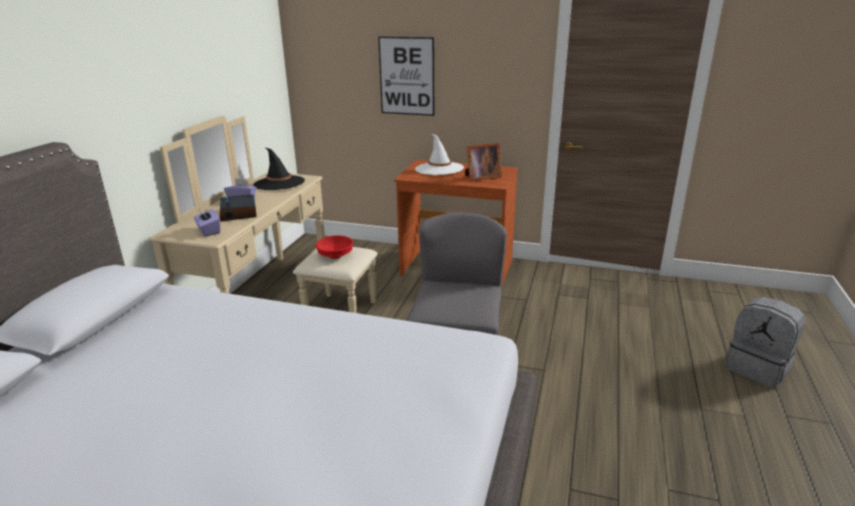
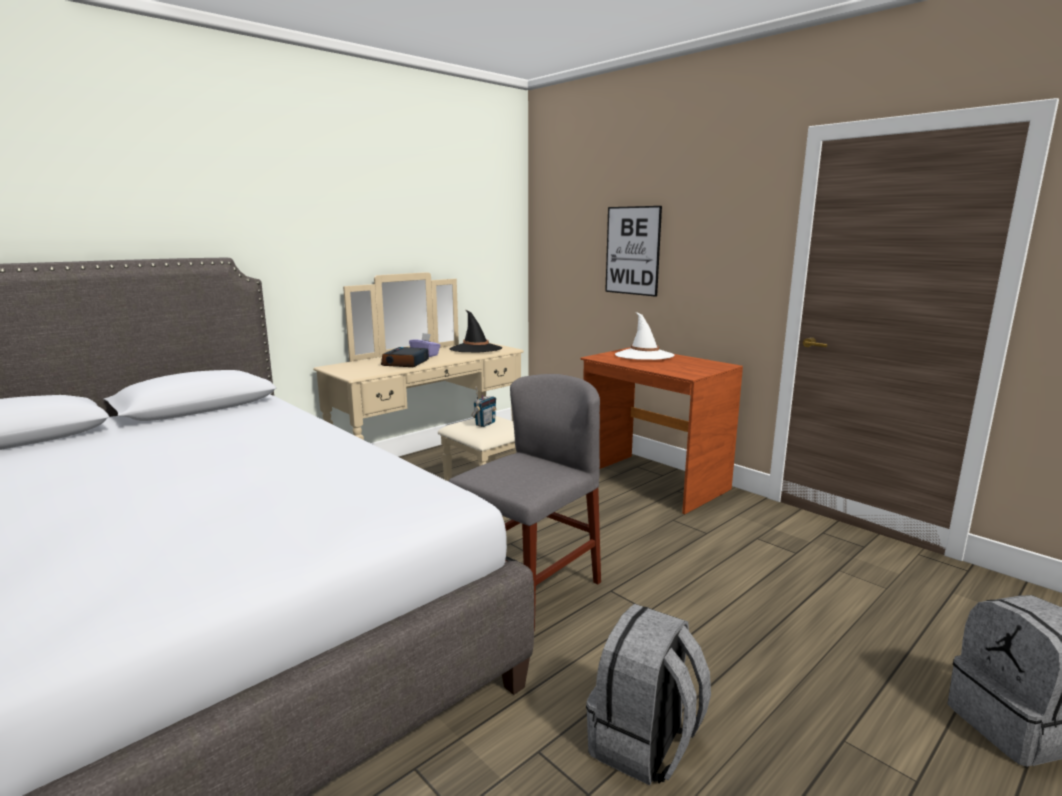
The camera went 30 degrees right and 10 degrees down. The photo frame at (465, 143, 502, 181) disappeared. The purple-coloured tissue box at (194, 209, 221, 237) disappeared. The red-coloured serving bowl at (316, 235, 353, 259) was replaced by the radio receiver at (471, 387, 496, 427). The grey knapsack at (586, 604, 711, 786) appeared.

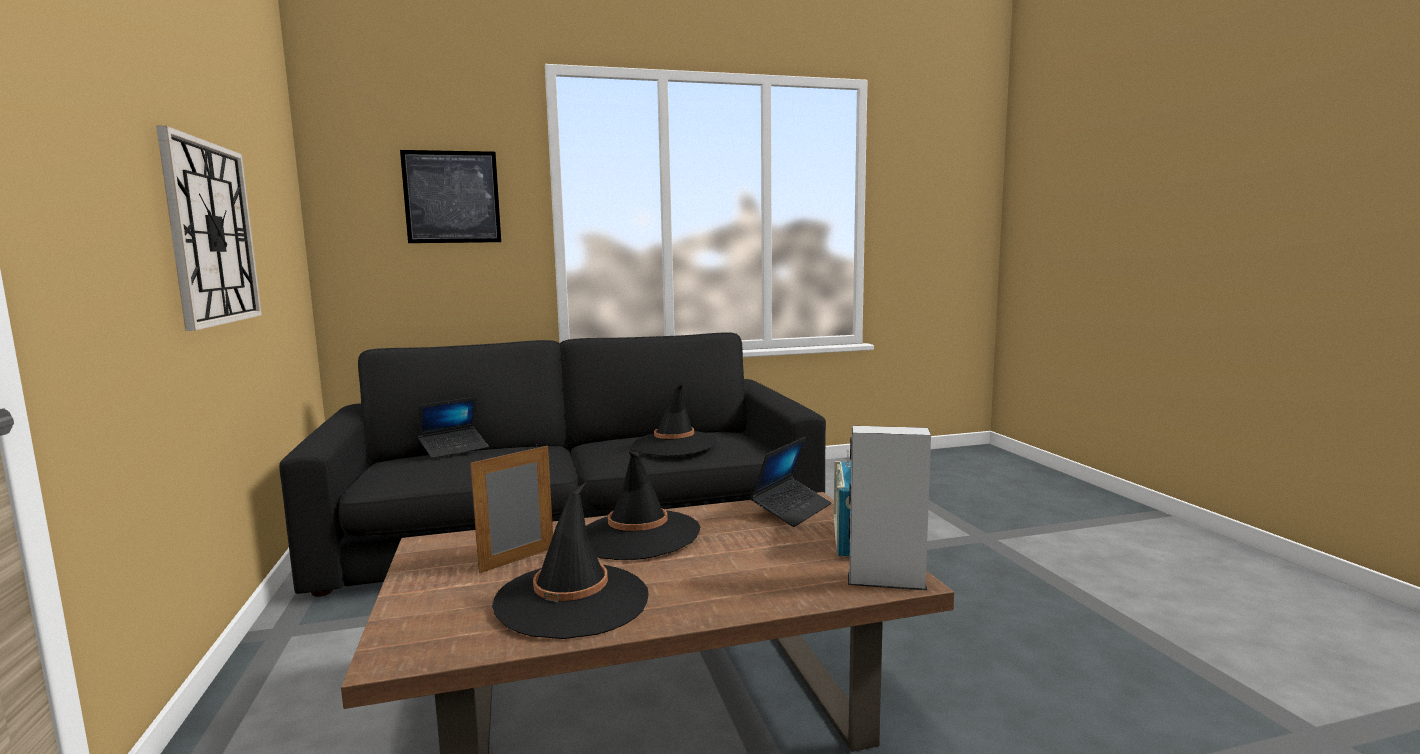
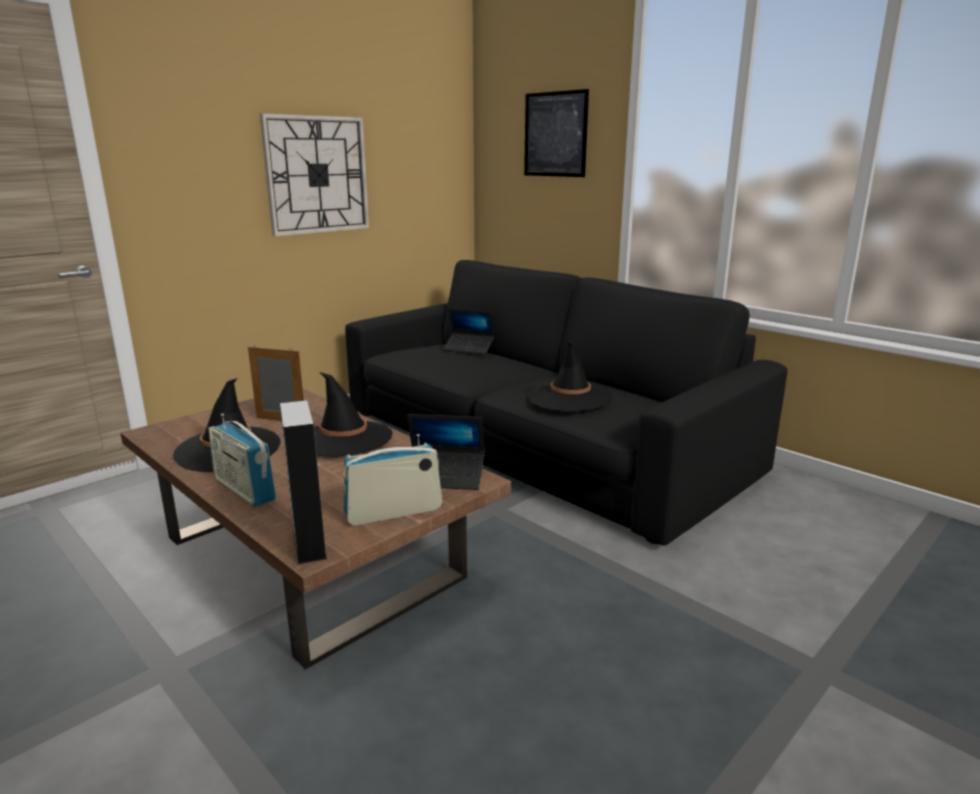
The camera went 60 degrees right and 10 degrees up. The radio receiver at (208, 413, 276, 507) appeared.

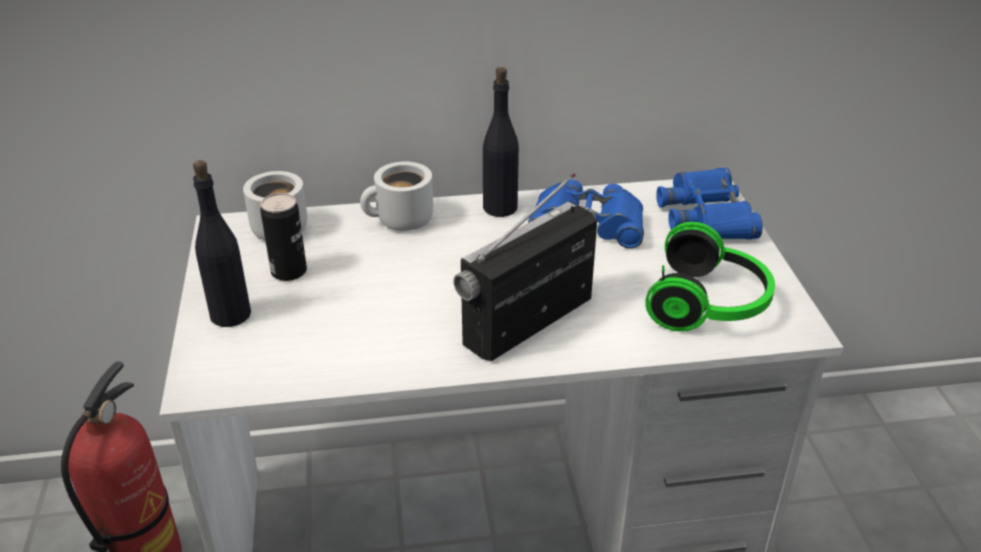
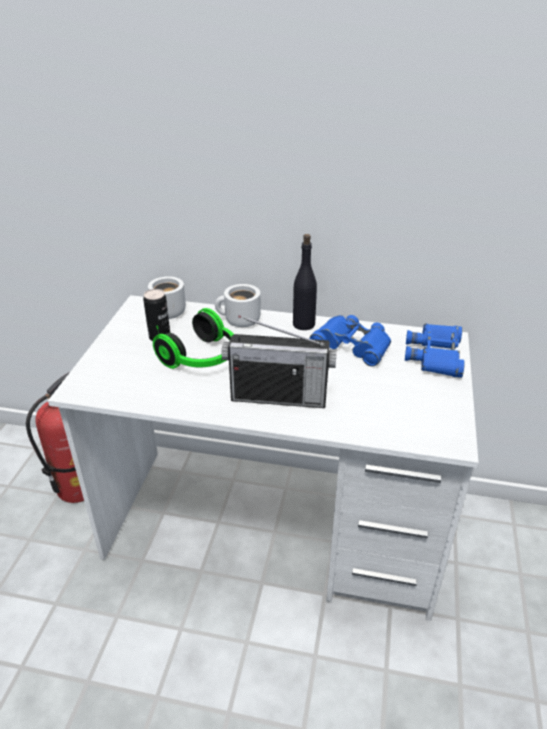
The camera went 20 degrees right and 0 degrees up. The black-coloured beverage bottle at (193, 160, 251, 327) disappeared. The radio receiver at (453, 173, 597, 361) turned 150 degrees counterclockwise. The pair of headphones moved from (645, 222, 775, 332) to (153, 308, 234, 369).

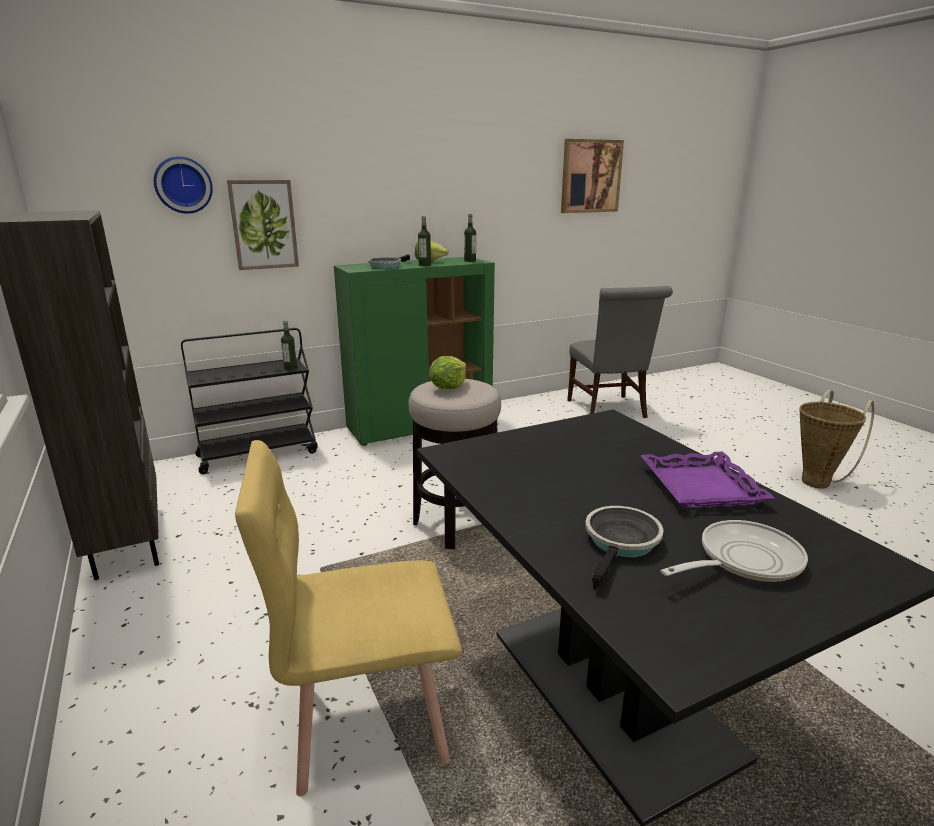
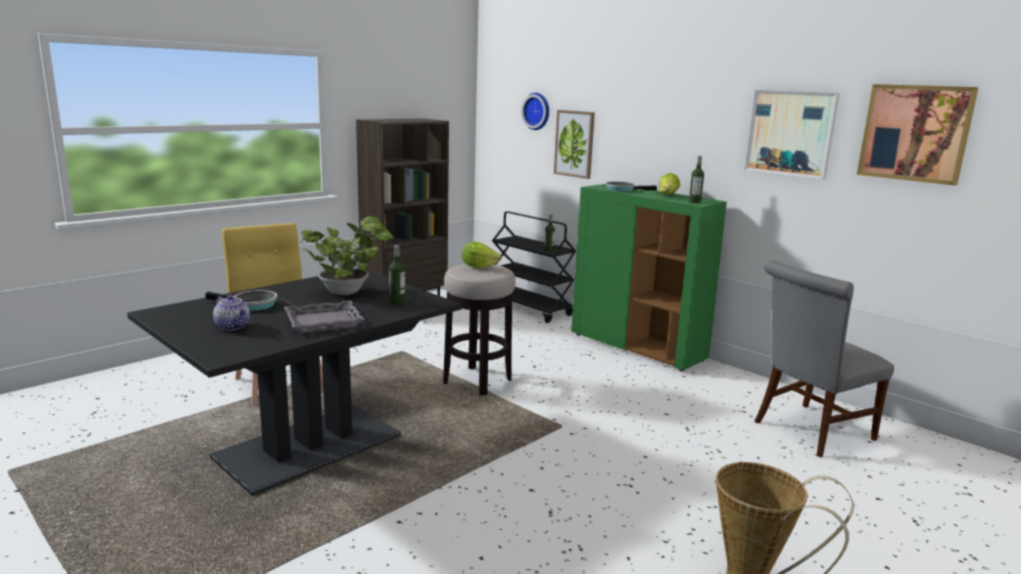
The camera went 70 degrees right and 5 degrees down. The beverage bottle moved from (418, 216, 431, 266) to (389, 245, 405, 305). The purple-coloured tray at (641, 451, 775, 508) became the grey tray at (284, 300, 365, 333). The frying pan at (661, 520, 808, 582) was replaced by the pot for tea at (213, 295, 250, 331). The picture at (745, 90, 840, 180) appeared. The plant in a pot at (300, 216, 394, 295) appeared.

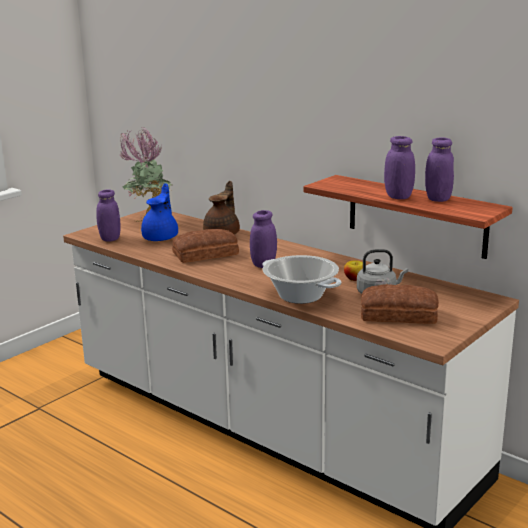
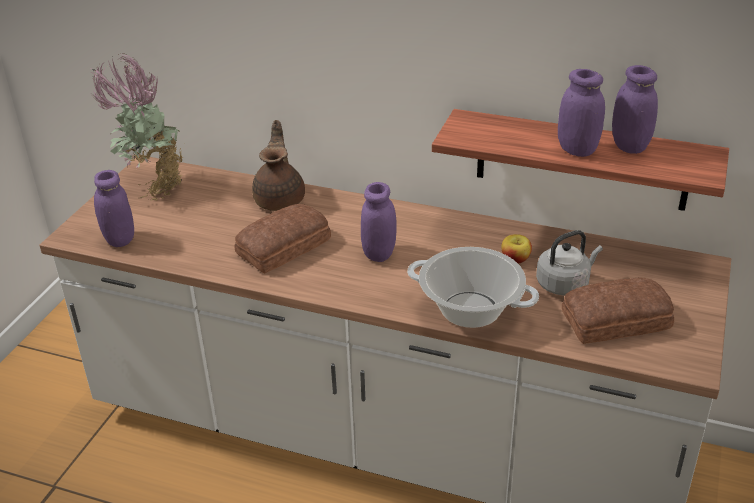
The camera went 20 degrees left and 15 degrees up. The bluish pot for tea at (141, 183, 178, 241) disappeared.

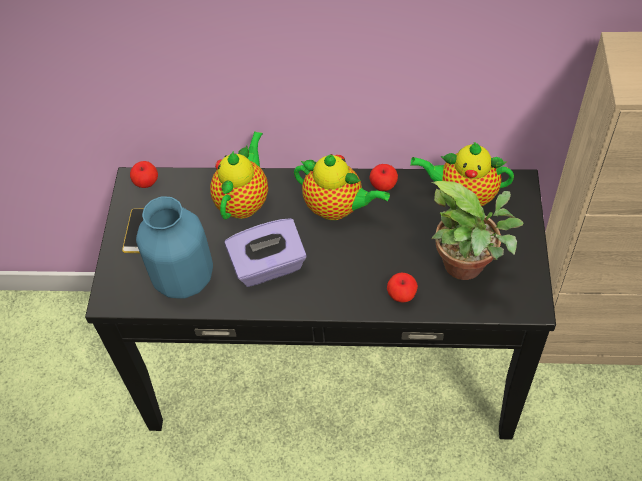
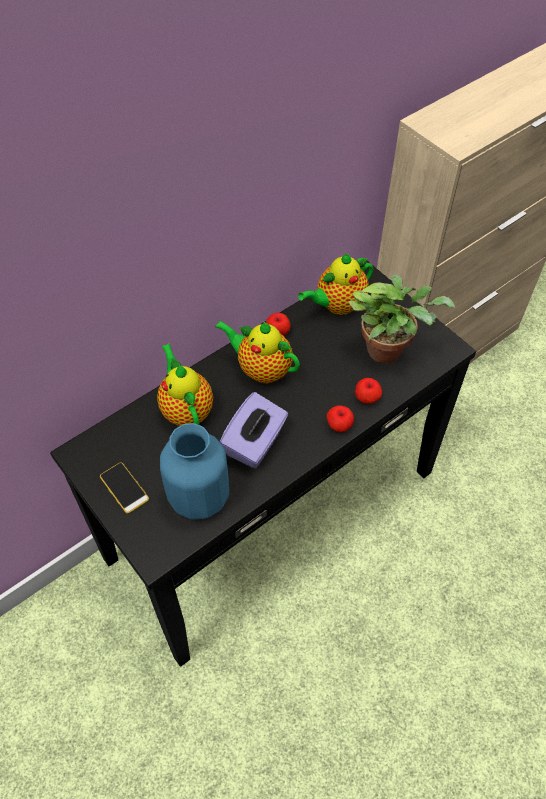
The camera went 45 degrees left and 0 degrees up. The pot for tea at (294, 154, 390, 220) turned 135 degrees counterclockwise. The whole apple moved from (130, 161, 158, 188) to (327, 405, 354, 432).

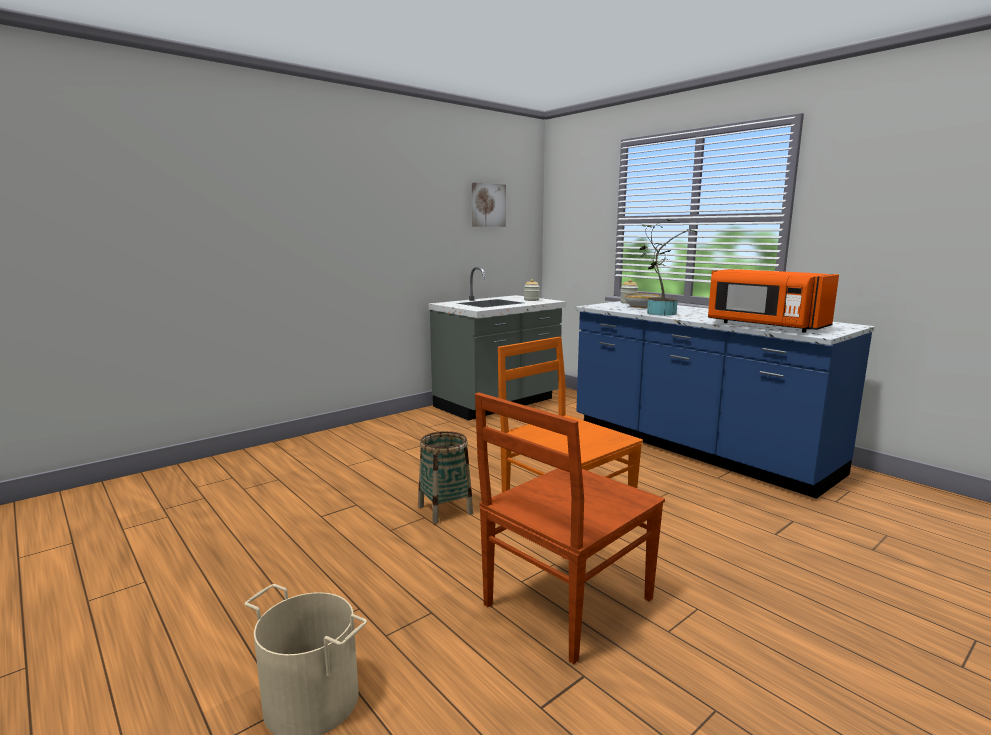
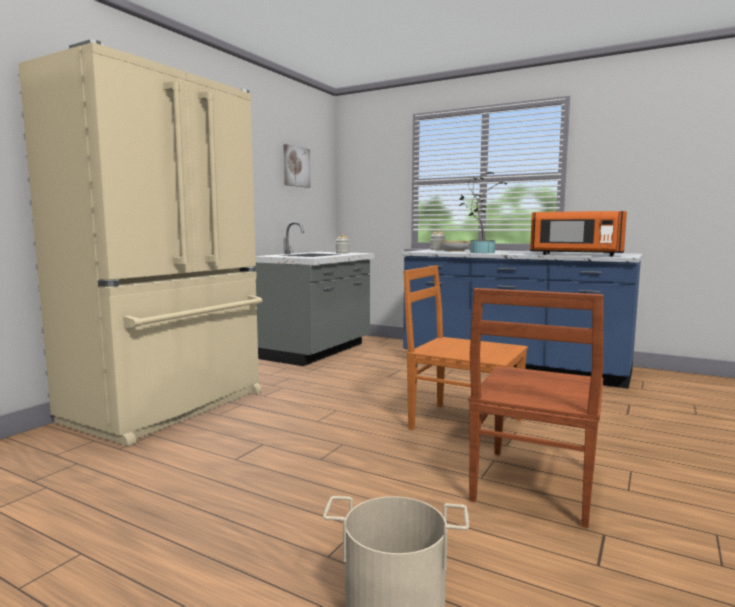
The camera went 20 degrees left and 5 degrees down. The household basket at (418, 431, 473, 524) disappeared. The beige-coloured refrigerator at (18, 39, 262, 446) appeared.

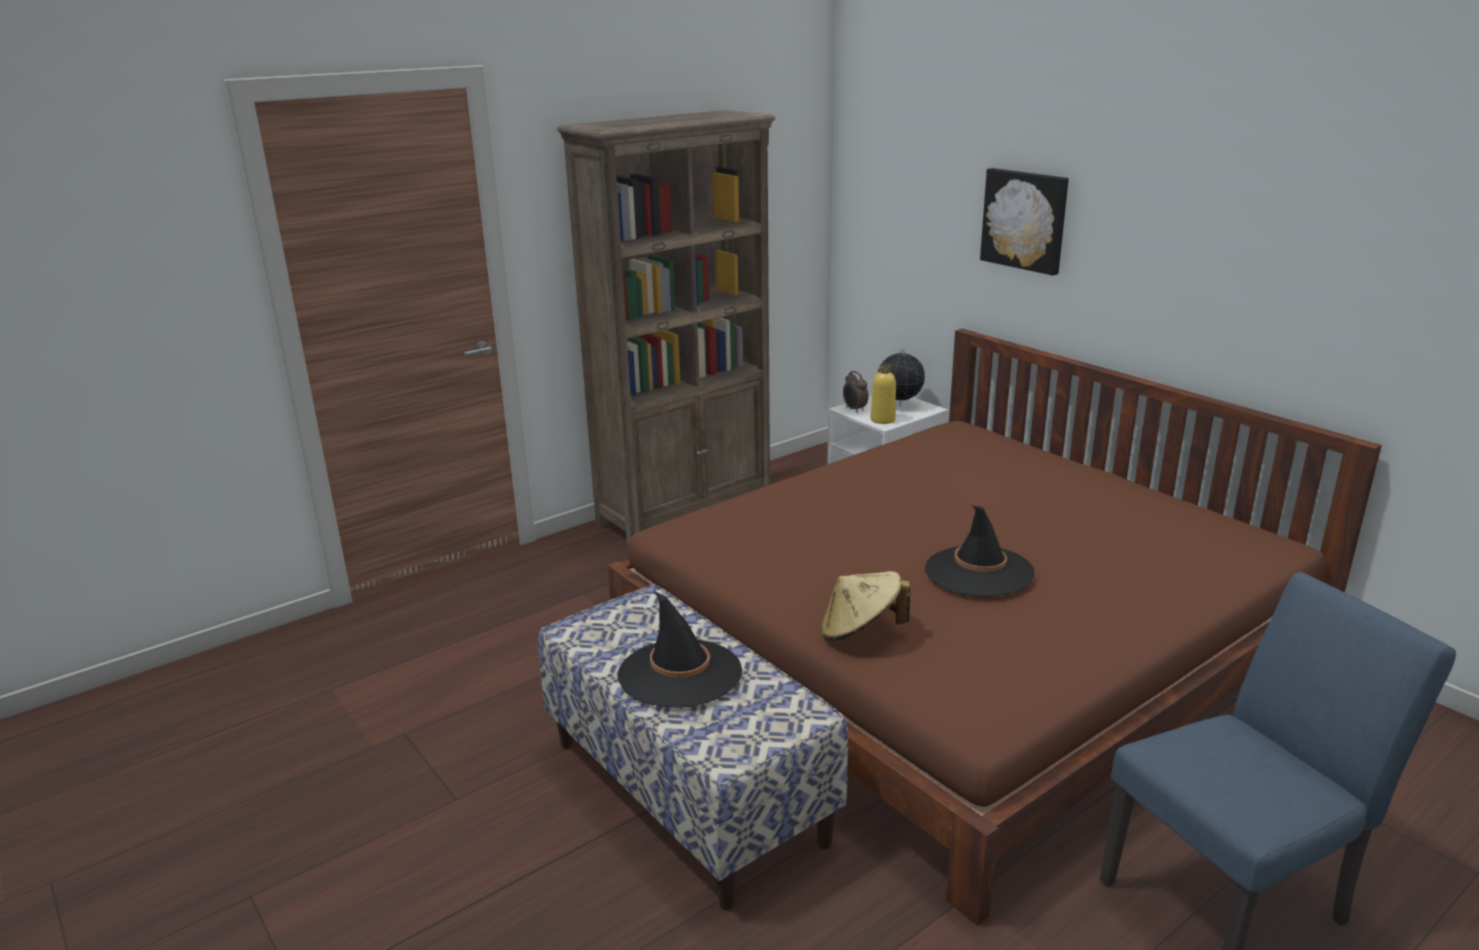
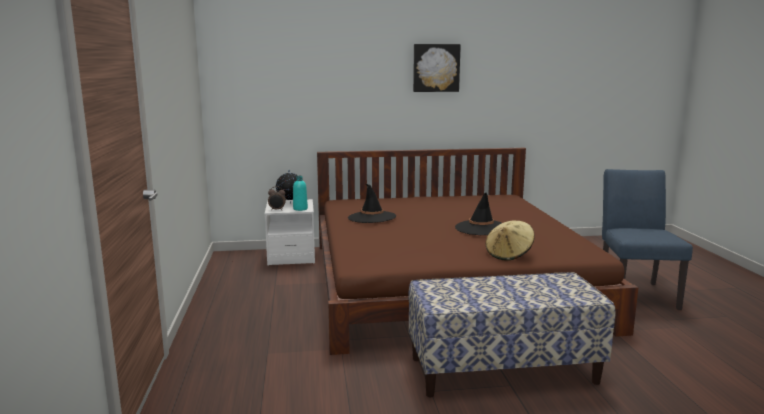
The camera went 60 degrees left and 10 degrees down. The brownish shelving unit at (557, 110, 775, 546) disappeared. The picture moved from (980, 168, 1069, 276) to (413, 44, 461, 92). The yellow-coloured beverage bottle at (871, 363, 896, 424) became the turquoise beverage bottle at (293, 176, 308, 211). The black-coloured wearable hat moved from (617, 590, 742, 708) to (348, 184, 396, 223).

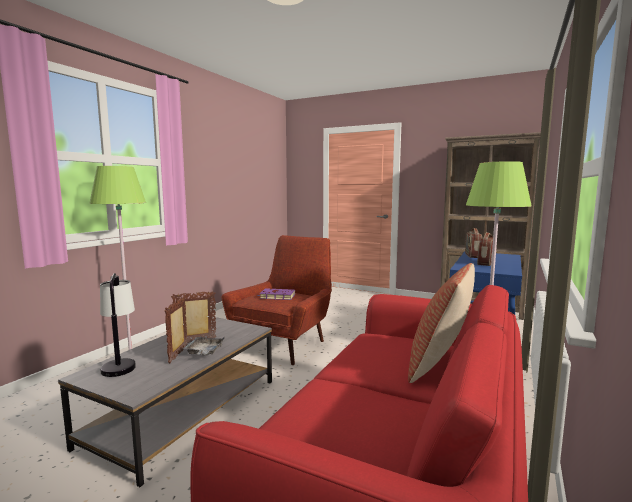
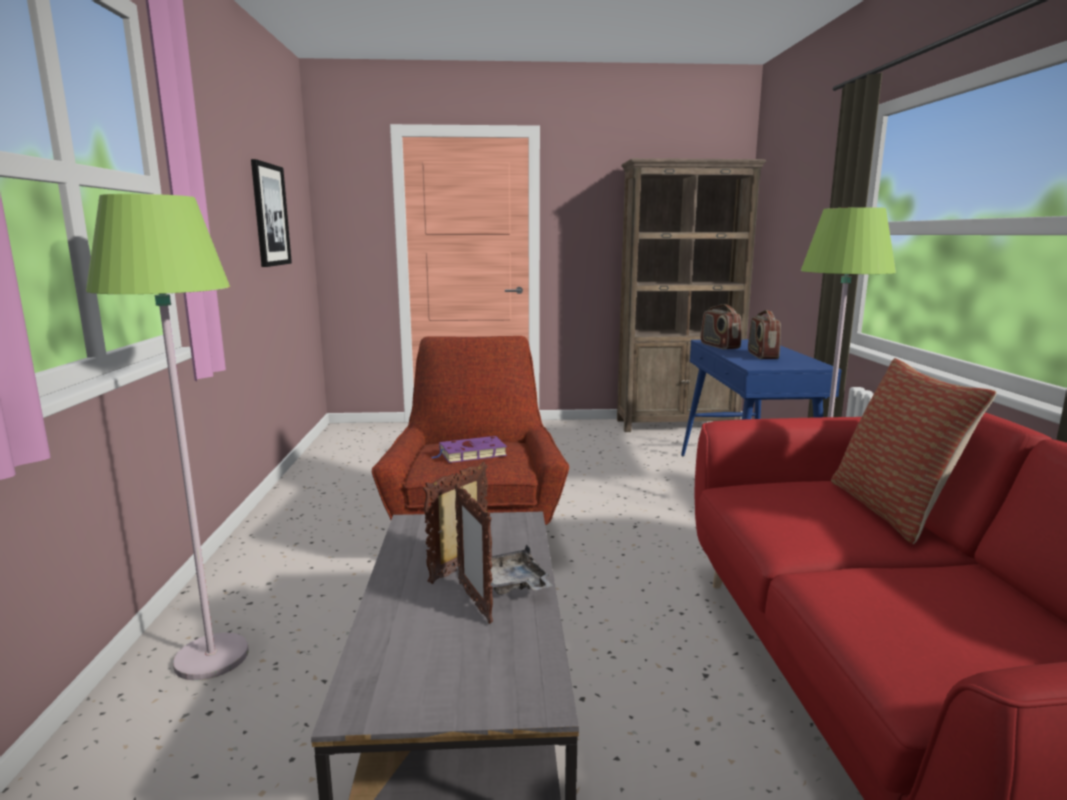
The camera went 30 degrees left and 5 degrees up. The table lamp at (100, 273, 136, 377) disappeared. The picture at (251, 159, 292, 267) appeared.

